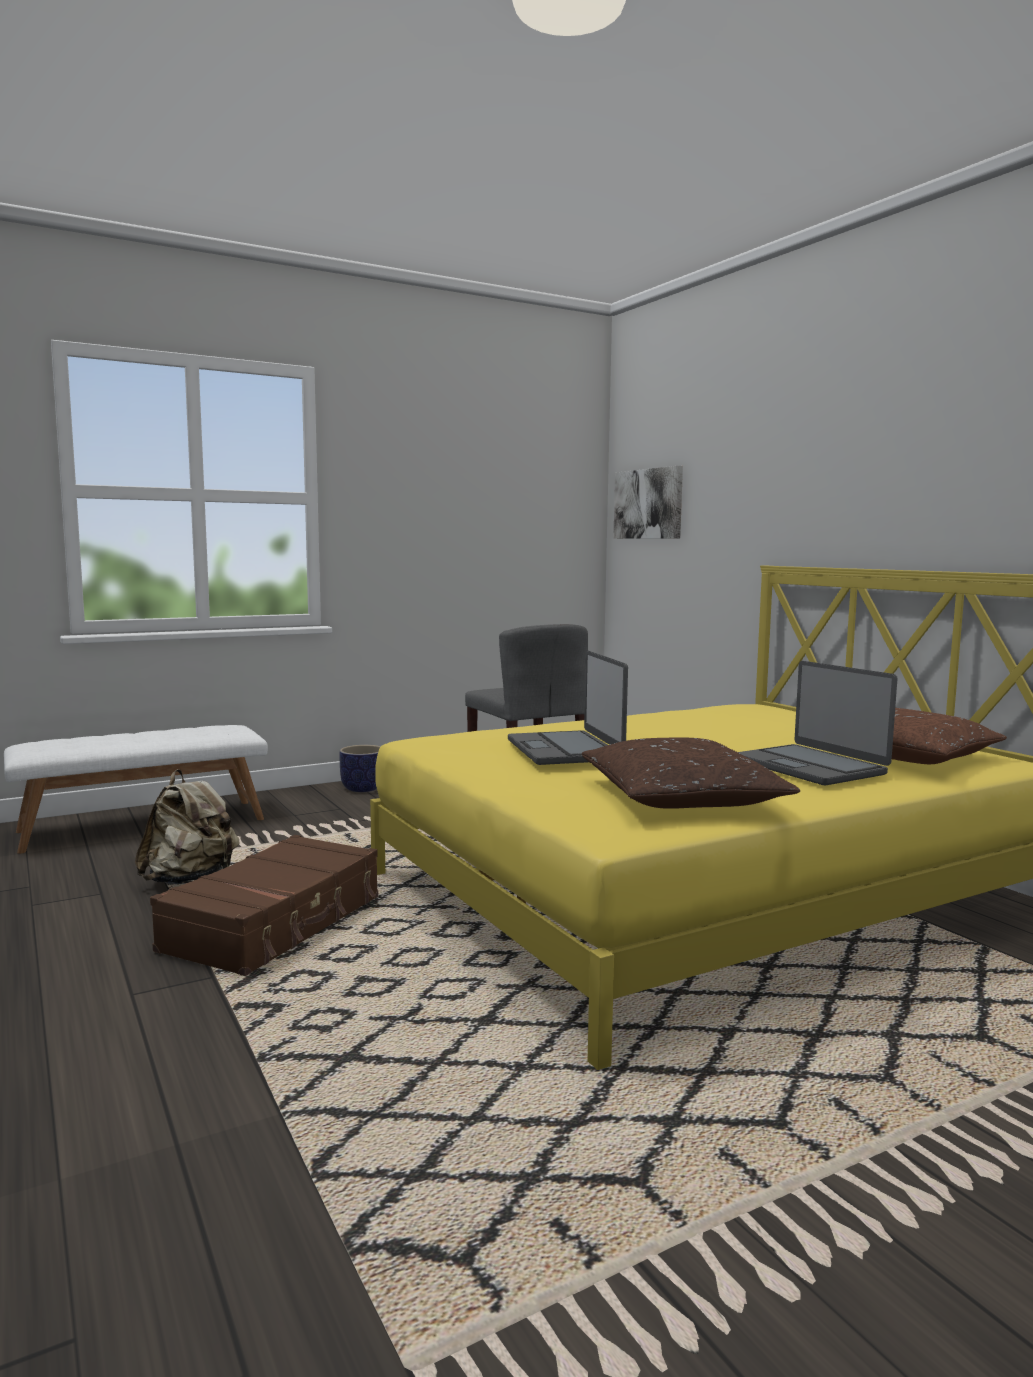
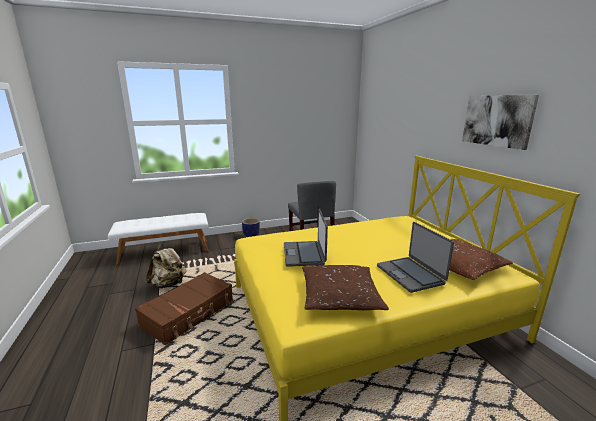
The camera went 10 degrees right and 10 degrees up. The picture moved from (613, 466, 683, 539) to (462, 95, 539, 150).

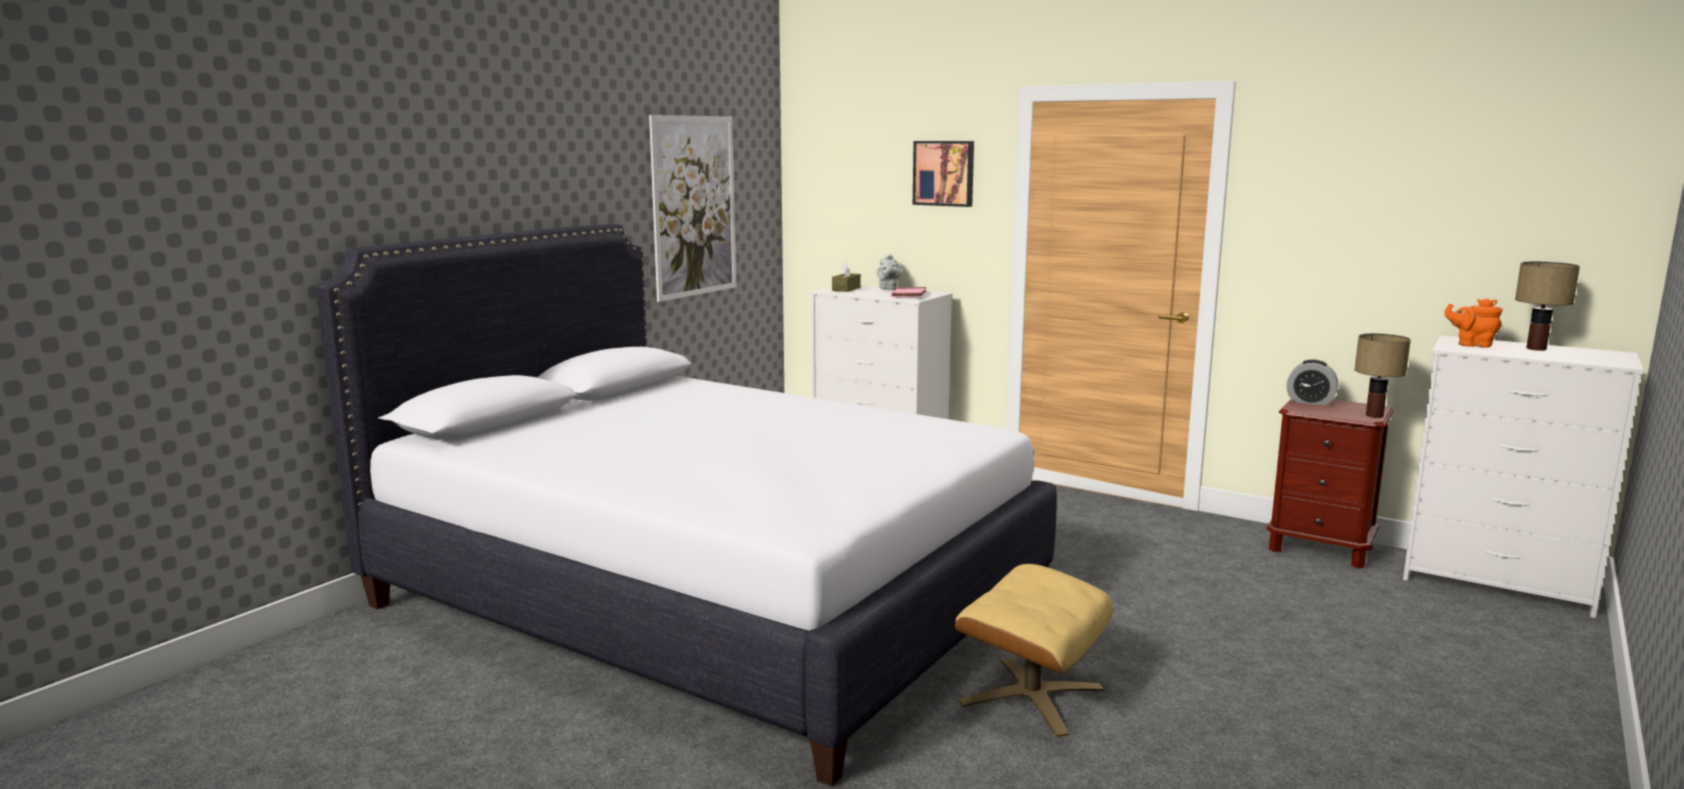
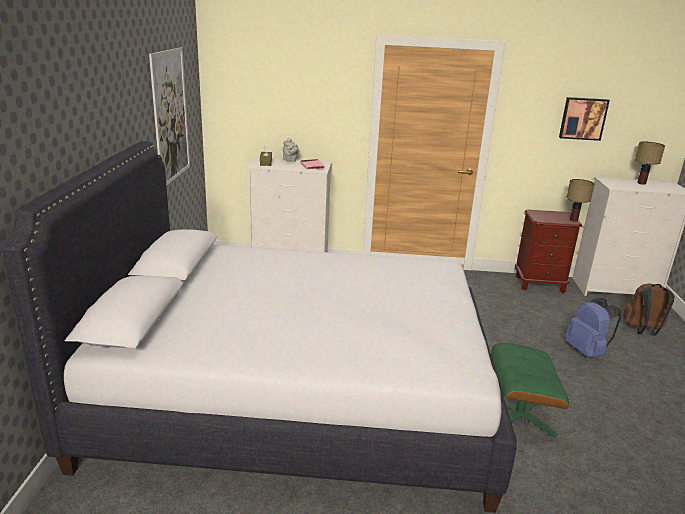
The camera went 30 degrees left and 10 degrees up. The picture moved from (913, 141, 974, 207) to (559, 97, 610, 141). The orange pot for tea at (1444, 298, 1502, 348) disappeared. The alarm clock at (1287, 360, 1338, 406) disappeared. The beige-coloured ottoman at (955, 564, 1114, 737) became the greenish ottoman at (491, 343, 569, 438). The brownish knapsack at (623, 283, 675, 336) appeared. The bluish knapsack at (566, 298, 621, 357) appeared.

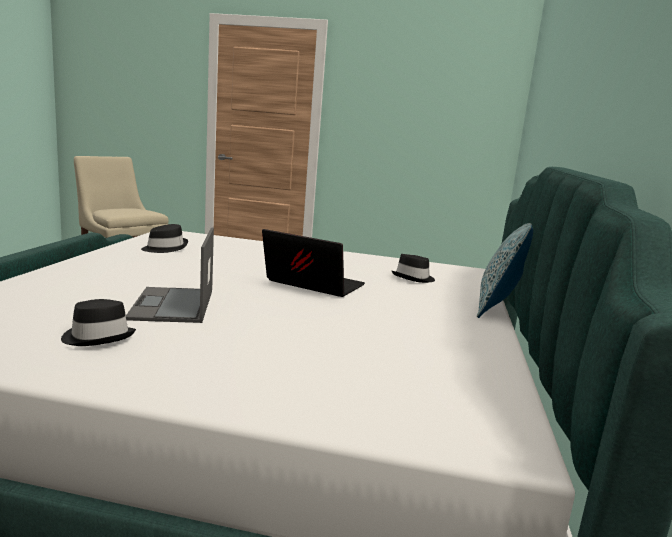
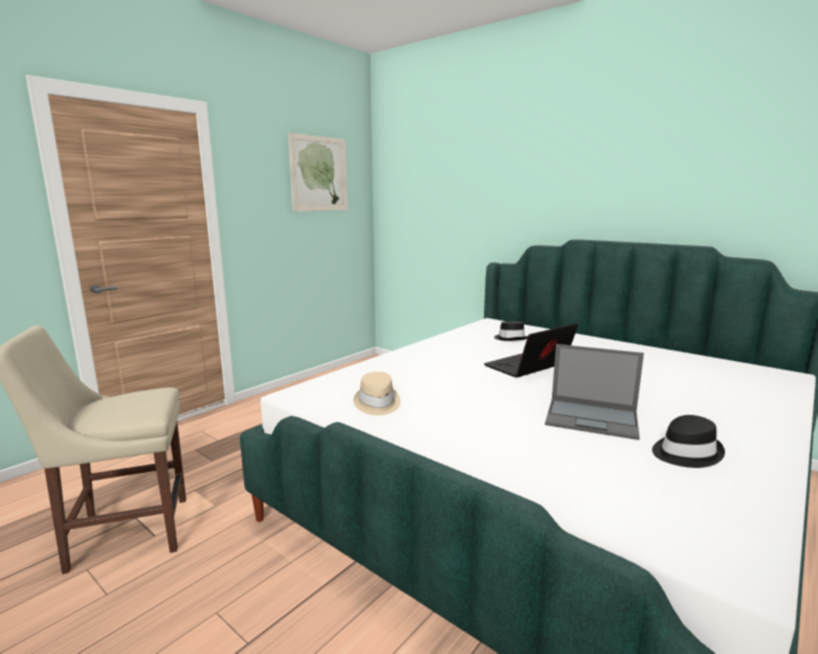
The camera went 60 degrees left and 0 degrees up. The throw pillow at (477, 223, 533, 318) disappeared. The black-coloured wearable hat at (141, 224, 188, 253) became the beige-coloured wearable hat at (354, 372, 401, 415). The picture at (288, 133, 347, 211) appeared.

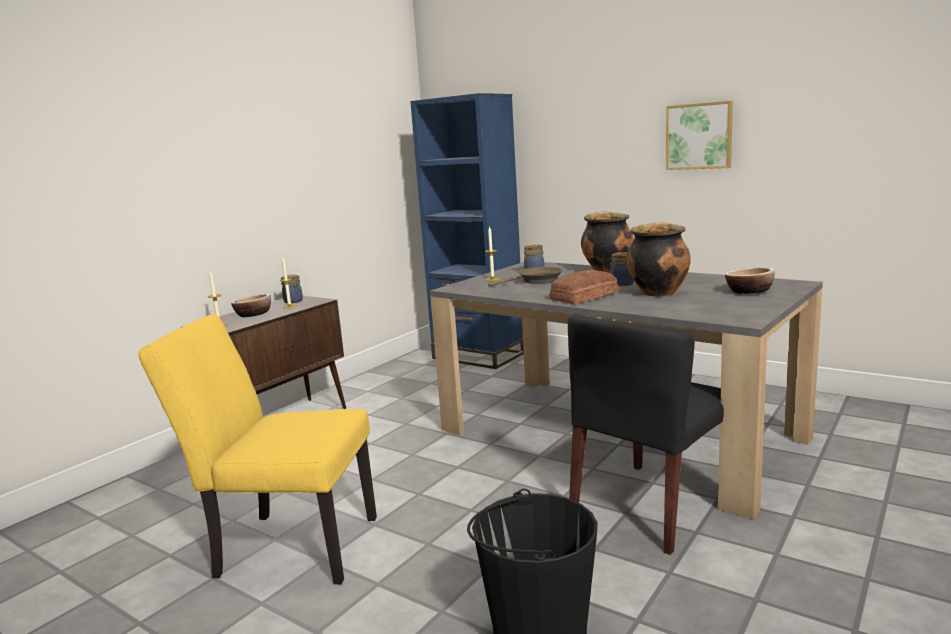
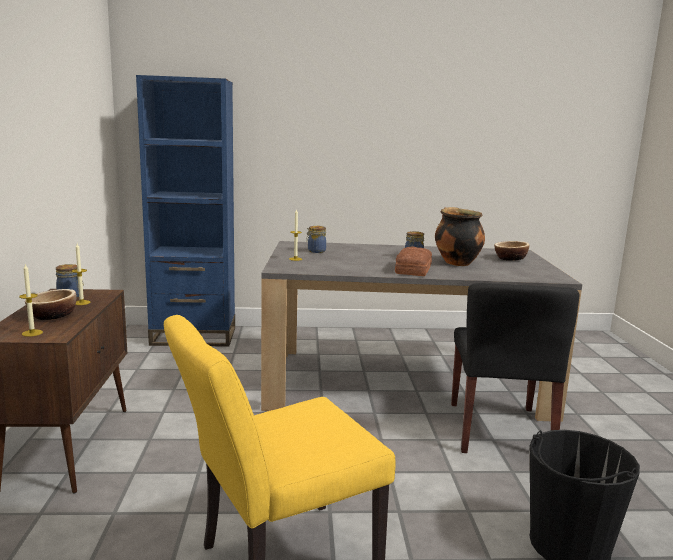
The camera went 40 degrees left and 0 degrees up. The picture at (666, 101, 733, 170) disappeared. The stockpot at (581, 211, 634, 273) disappeared. The brownish frying pan at (488, 267, 563, 287) disappeared.

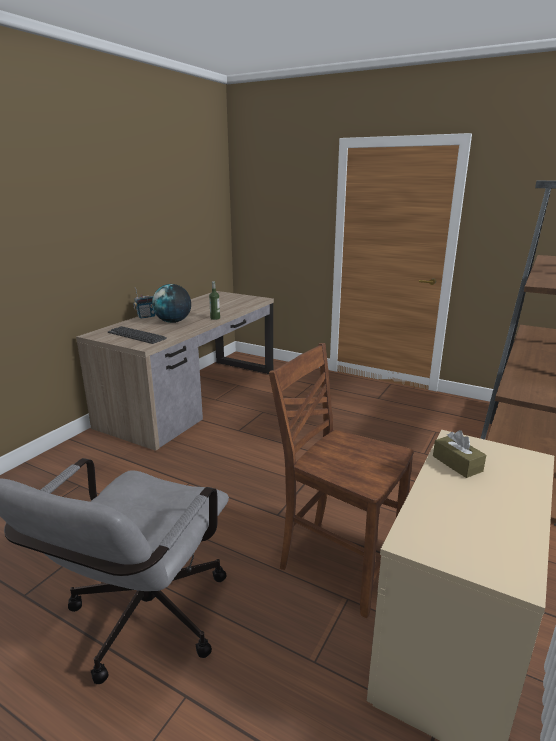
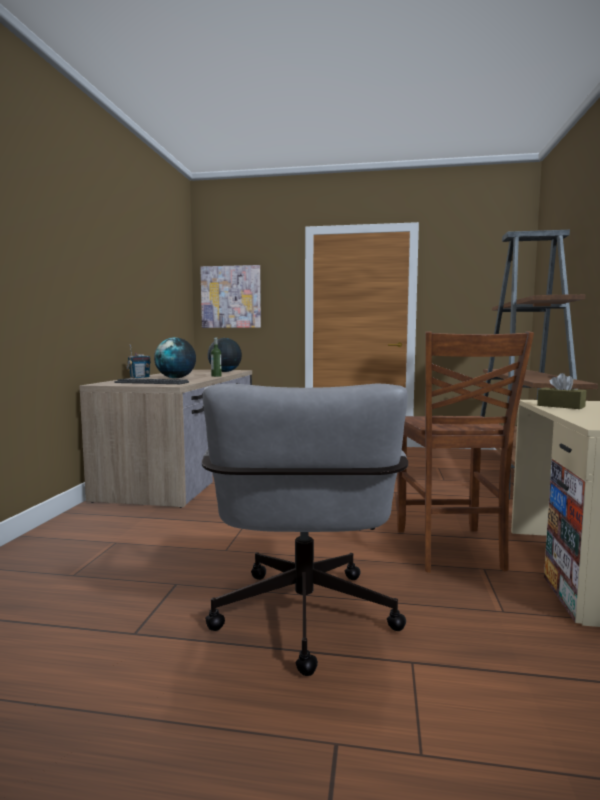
The camera went 20 degrees left and 15 degrees down. The brownish chair at (269, 343, 413, 618) turned 105 degrees counterclockwise. The picture at (200, 265, 261, 328) appeared. The globe at (208, 338, 242, 372) appeared.

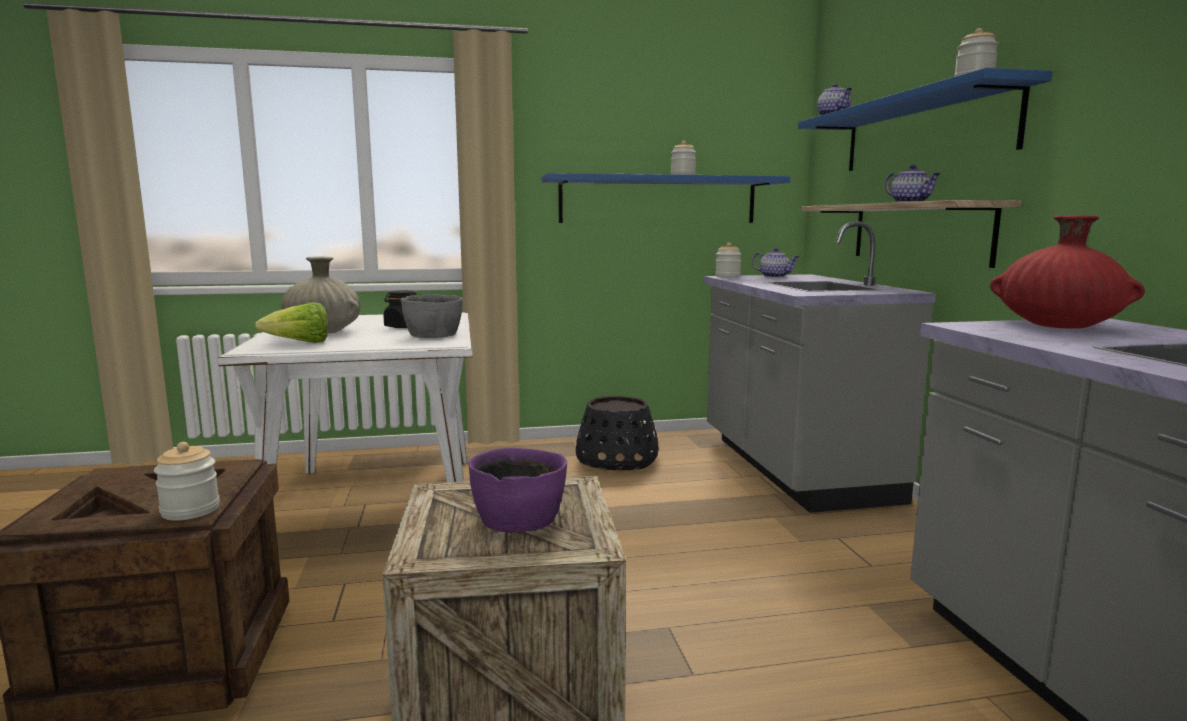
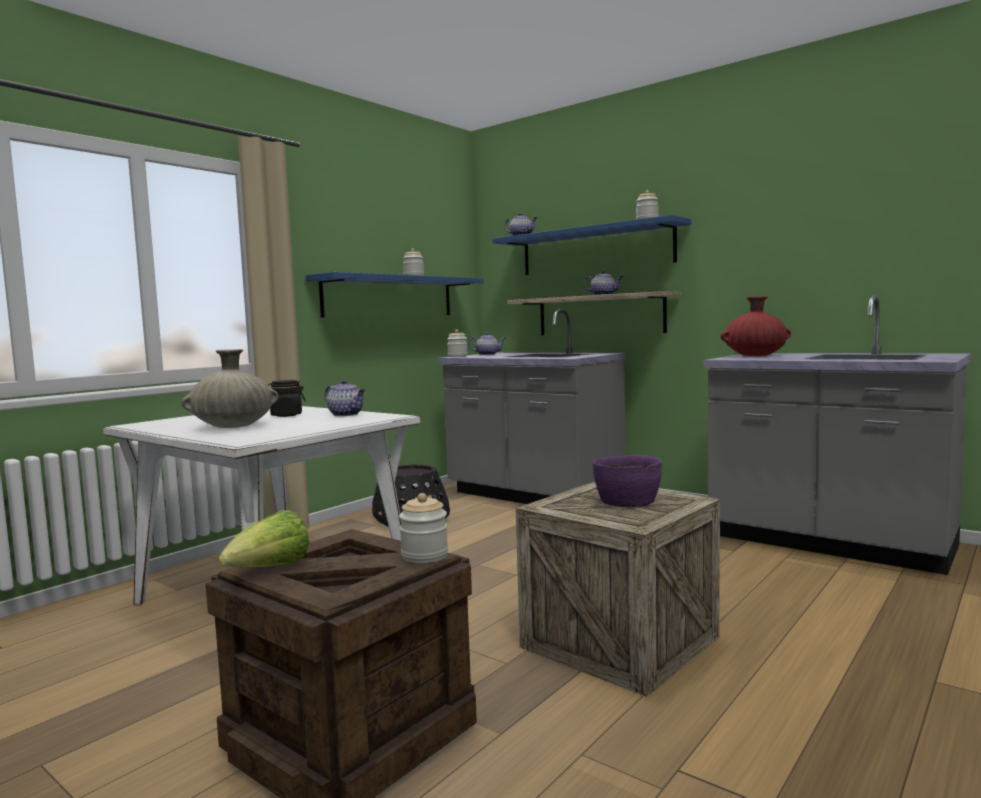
The camera went 40 degrees left and 5 degrees down. The grey serving bowl at (400, 294, 463, 338) was replaced by the pot for tea at (325, 380, 365, 416). The lettuce moved from (255, 302, 328, 343) to (219, 510, 309, 568).

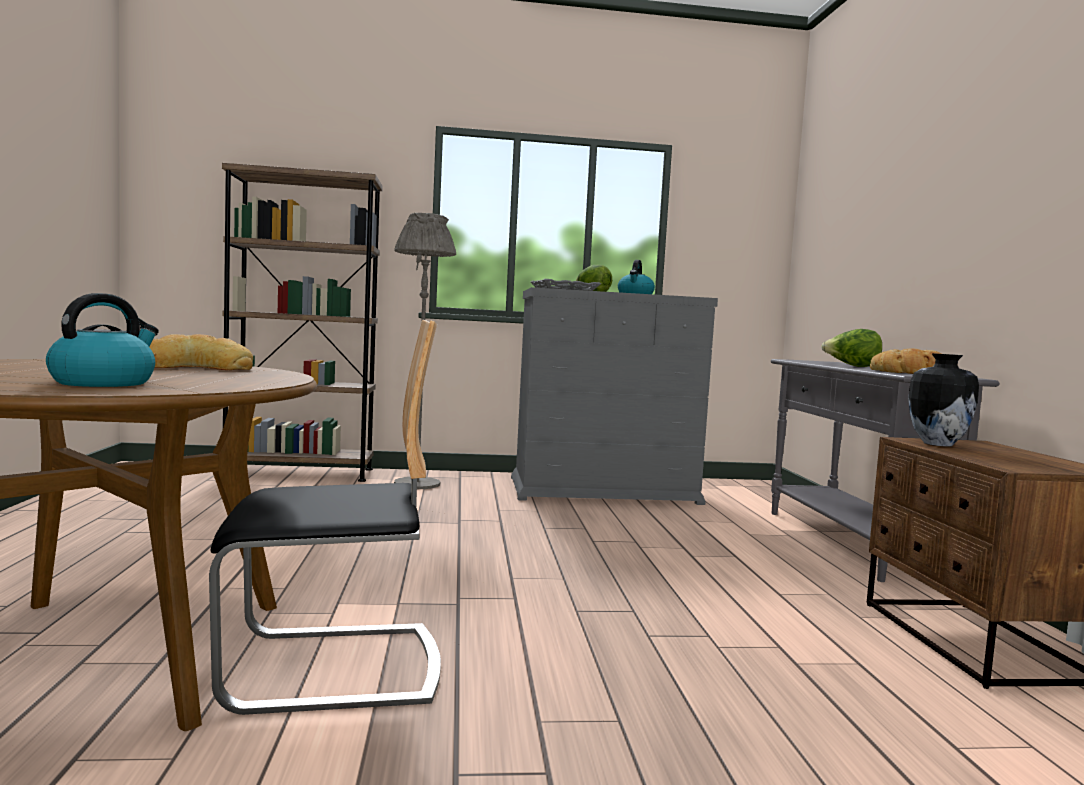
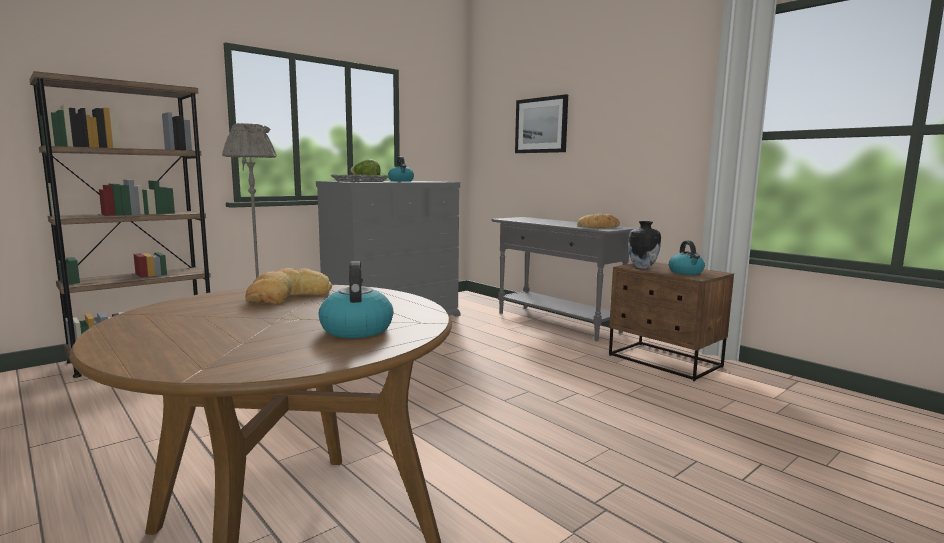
The camera went 35 degrees left and 5 degrees up. The chair at (209, 320, 441, 715) disappeared. The lettuce at (821, 329, 882, 367) disappeared. The picture at (515, 94, 568, 153) appeared. The water kettle at (669, 240, 705, 275) appeared.

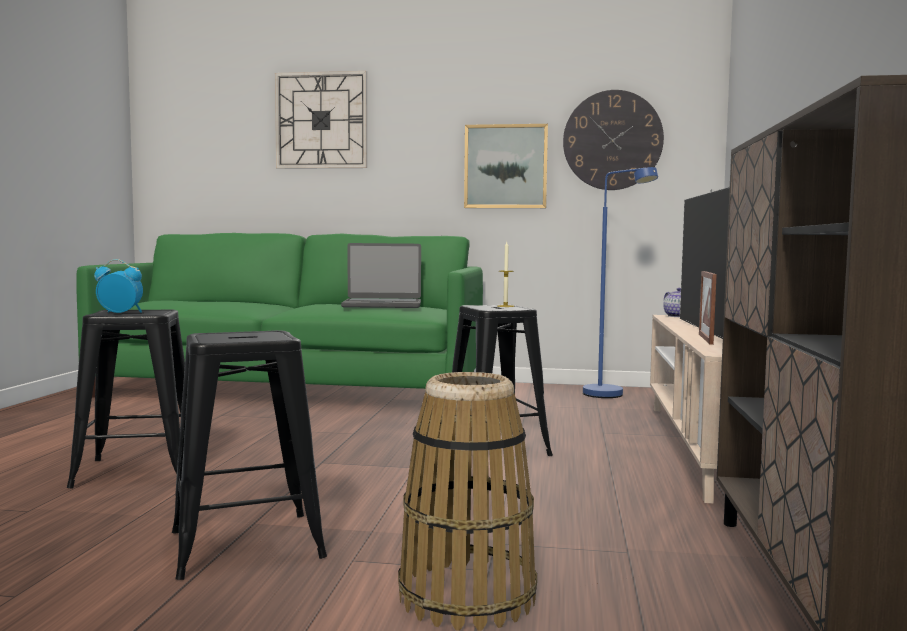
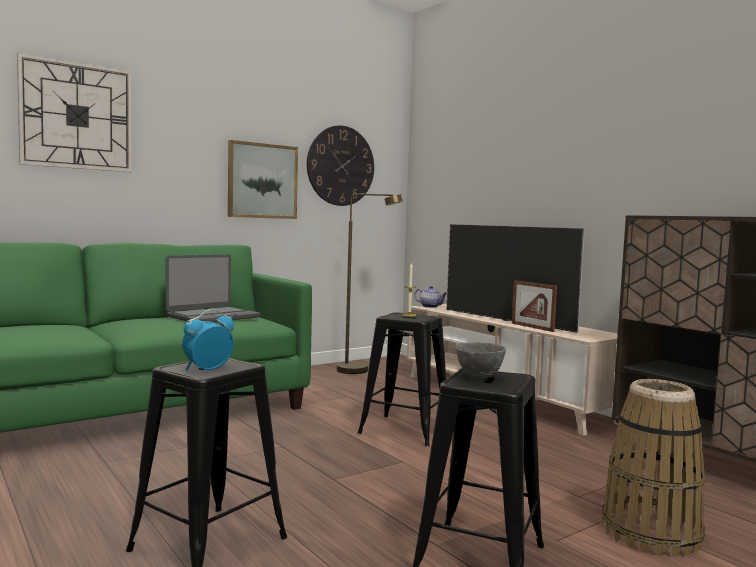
The camera went 45 degrees left and 0 degrees up. The bluish floor lamp at (583, 167, 658, 398) became the brownish floor lamp at (337, 194, 402, 374). The grey serving bowl at (455, 342, 506, 378) appeared.

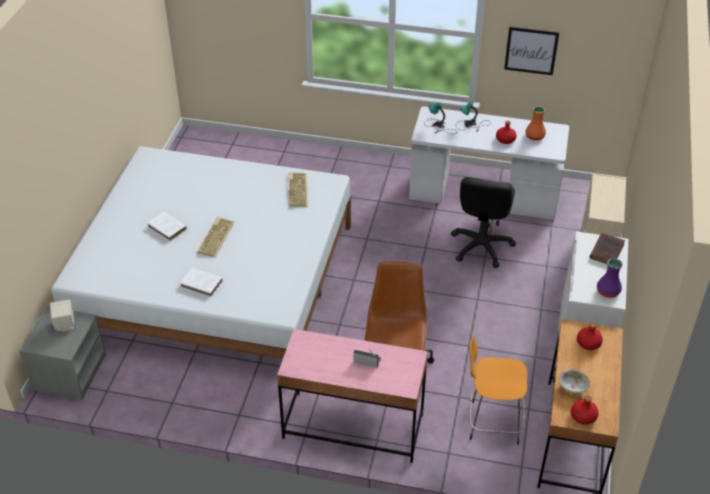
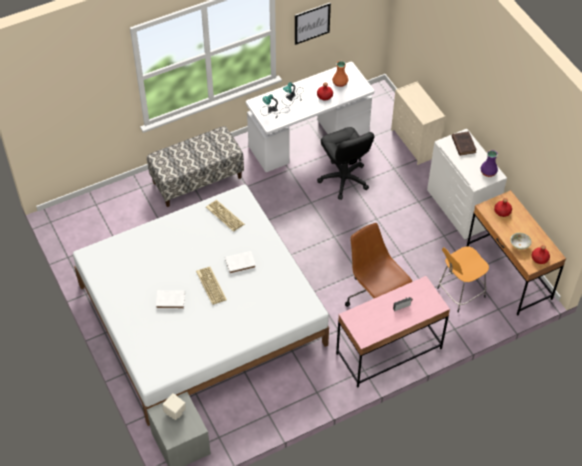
The camera went 40 degrees left and 10 degrees up. The whitish bound book moved from (180, 268, 223, 297) to (225, 251, 256, 274). The indoor bench at (147, 126, 244, 207) appeared.

